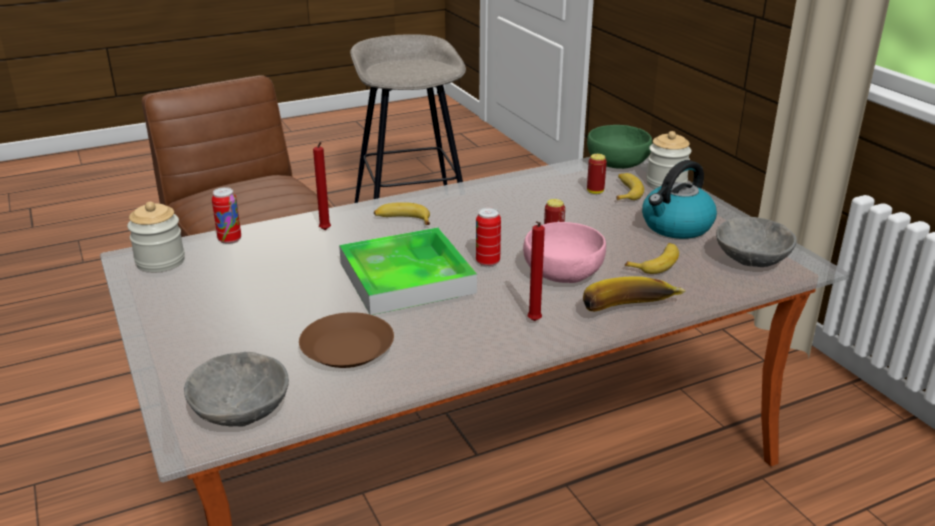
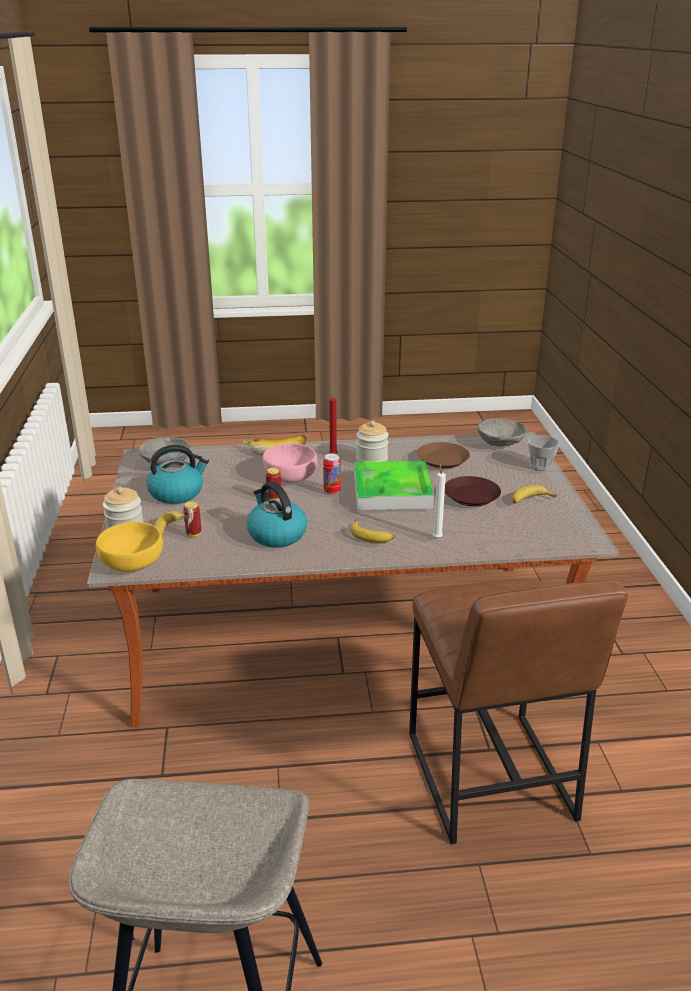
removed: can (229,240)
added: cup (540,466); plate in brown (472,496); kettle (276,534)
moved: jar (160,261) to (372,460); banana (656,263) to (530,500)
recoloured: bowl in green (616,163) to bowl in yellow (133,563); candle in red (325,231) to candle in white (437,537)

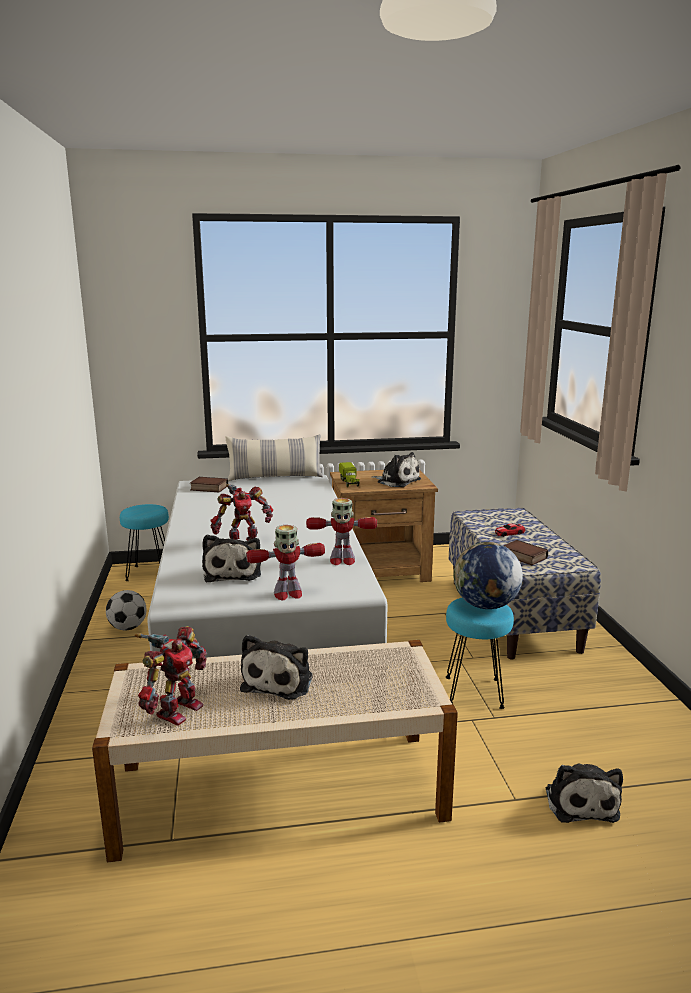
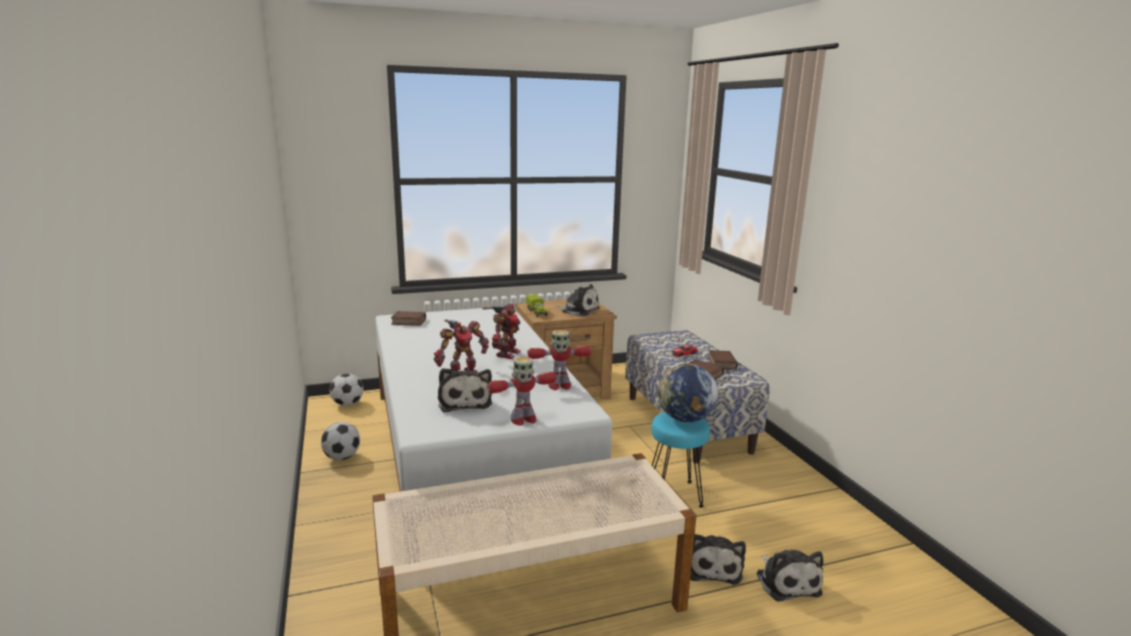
removed: pillow (275,477)
added: book (720,363)
moved: toy robot (176,710) to (506,353); plush toy (280,681) to (712,567)
replaced: stool in turquoise (149,573) to football (347,404)

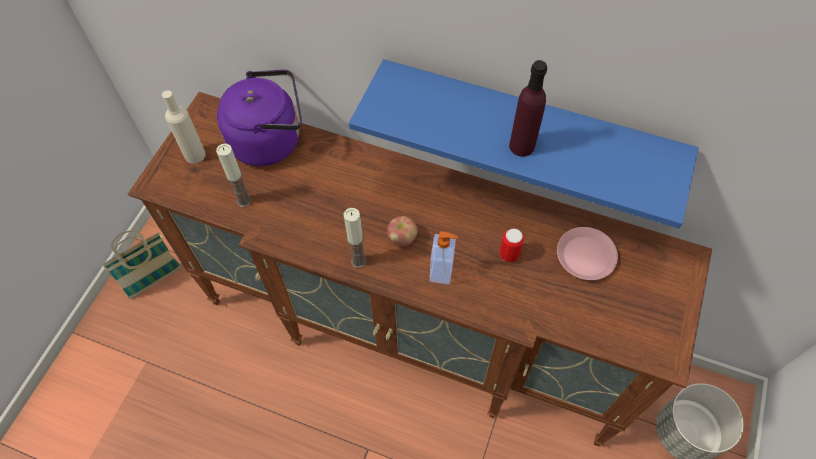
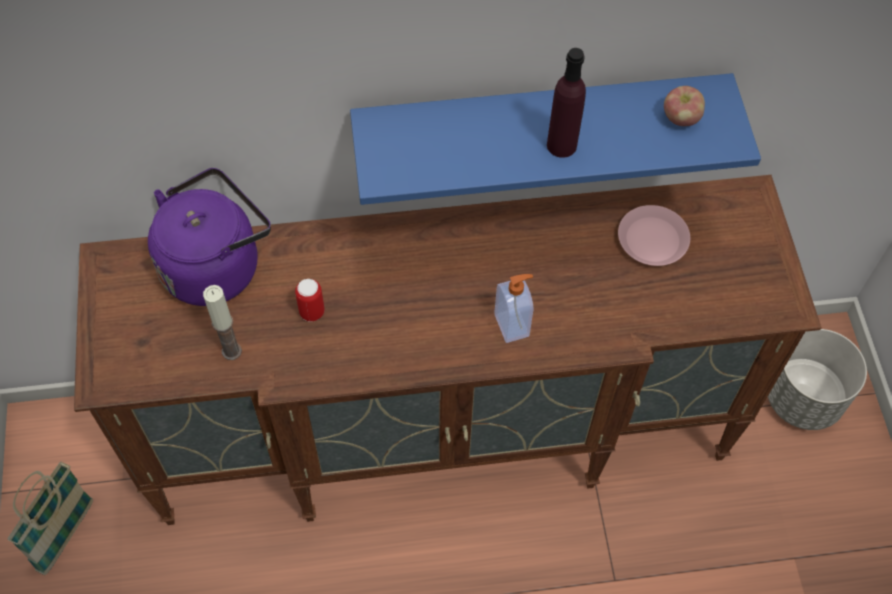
removed: bottle in beige (195,155); candle (358,261)
moved: apple (402,238) to (681,118); can (509,254) to (312,312)

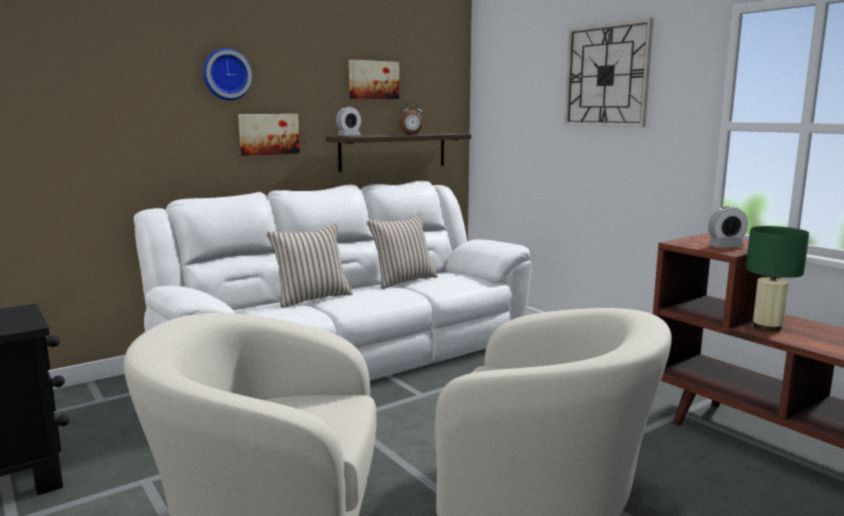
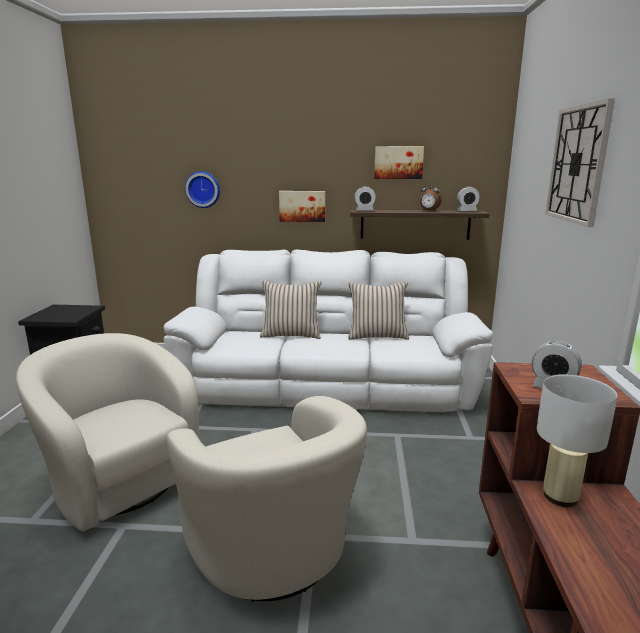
added: alarm clock (467,211)
moved: wall clock (226,74) to (203,189)
recoloured: table lamp in green (767,327) to table lamp in white (560,496)

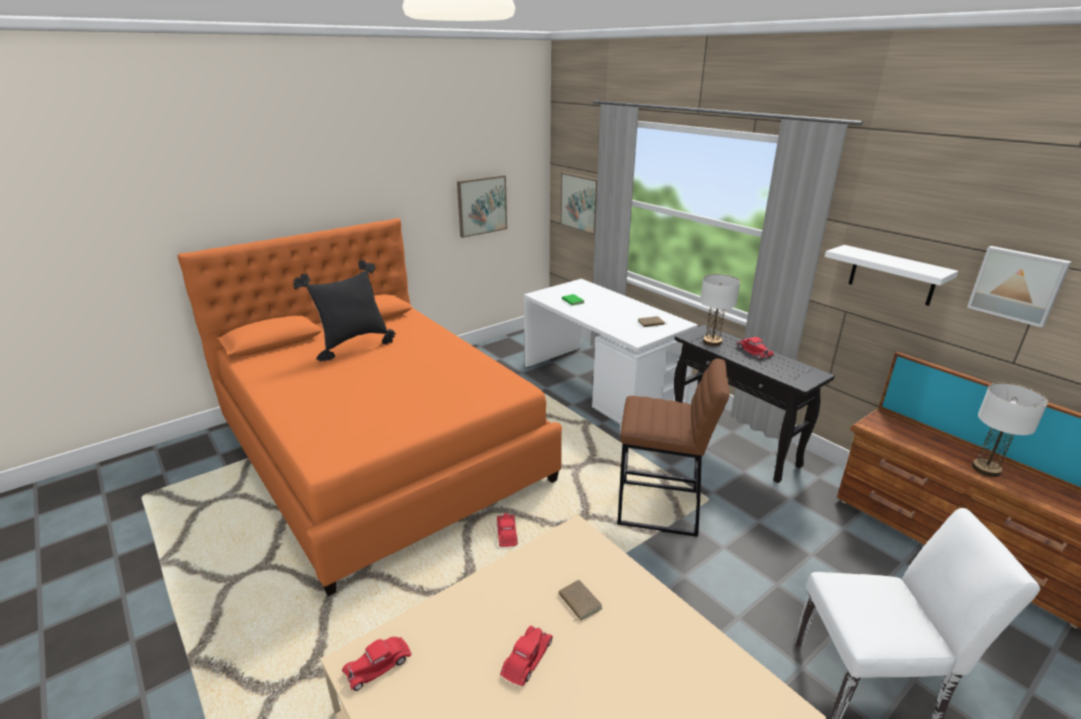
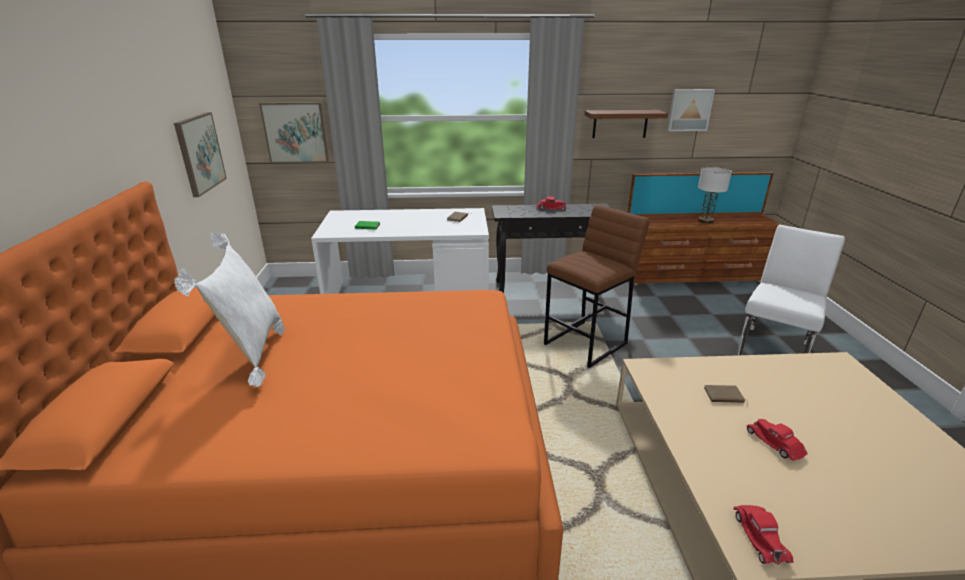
removed: table lamp (712,342); toy car in red (507,533)
recoloured: shelf in white (892,275) to shelf in brown (620,124); pillow in black (352,348) to pillow in white (250,359)

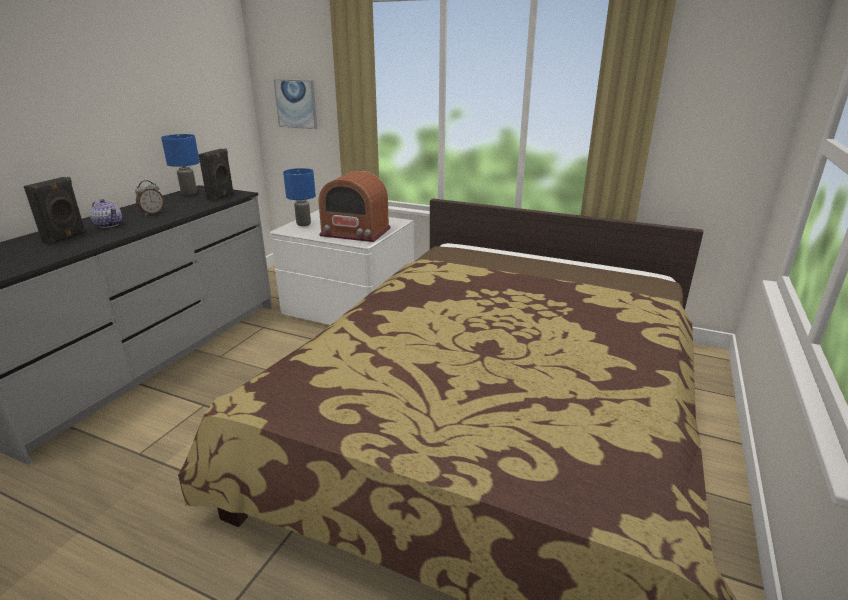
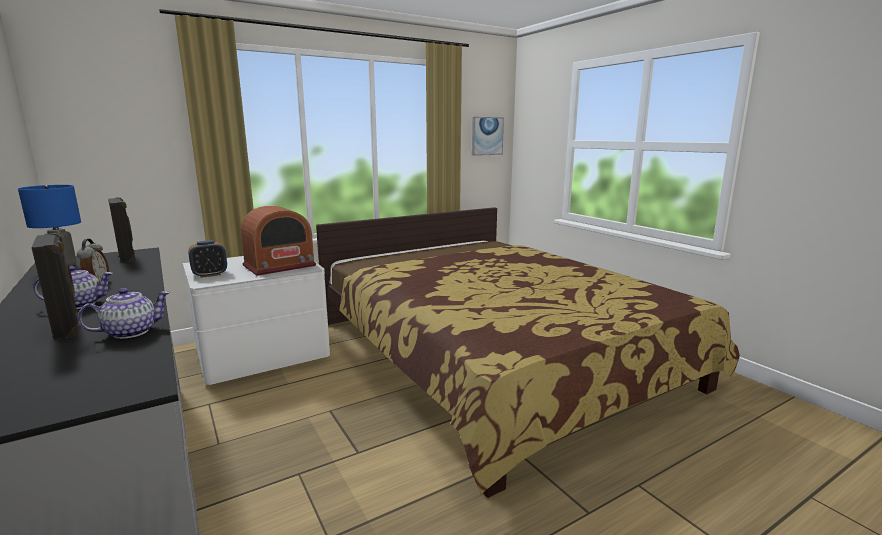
added: teapot (130,332)
moved: picture (296,104) to (487,136)
replaced: table lamp in blue (304,224) to alarm clock (210,274)

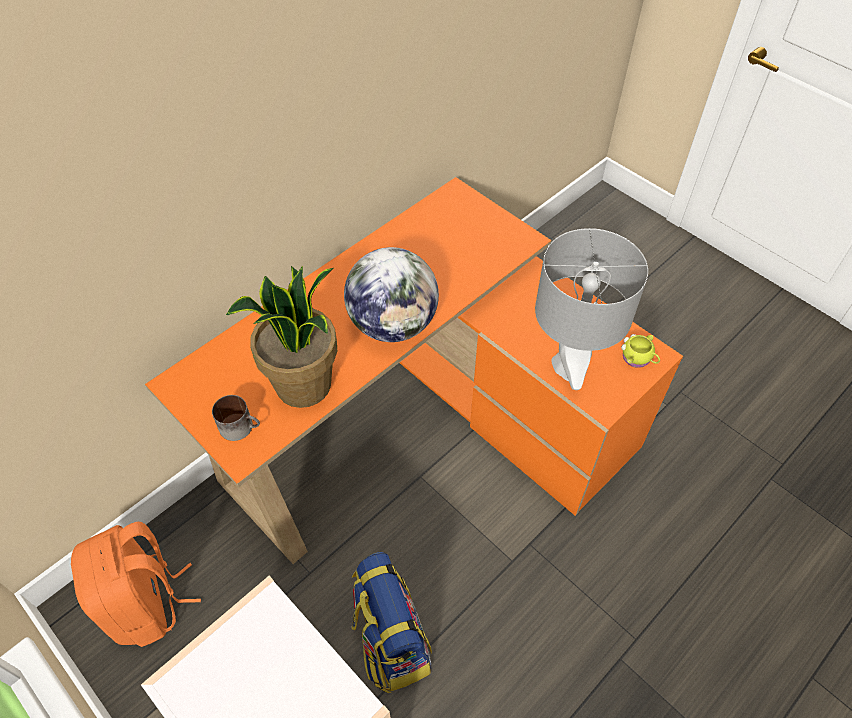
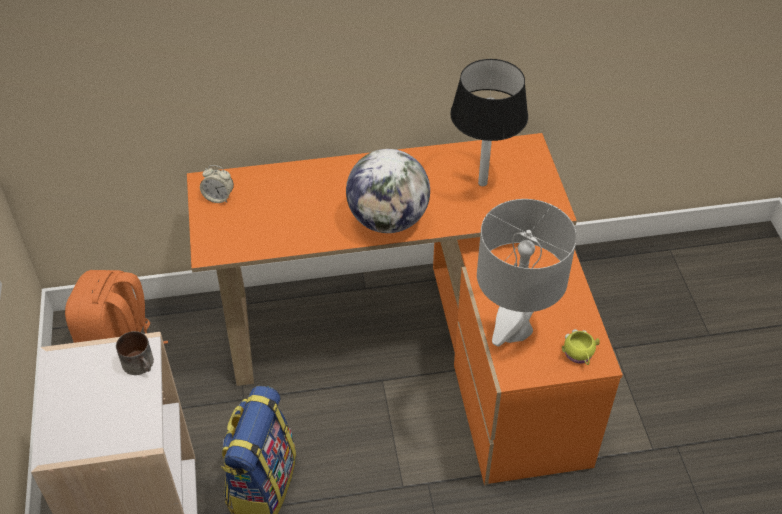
removed: potted plant (304,386)
added: table lamp in black (482,183); alarm clock (218,197)
moved: mug (241,426) to (141,364)

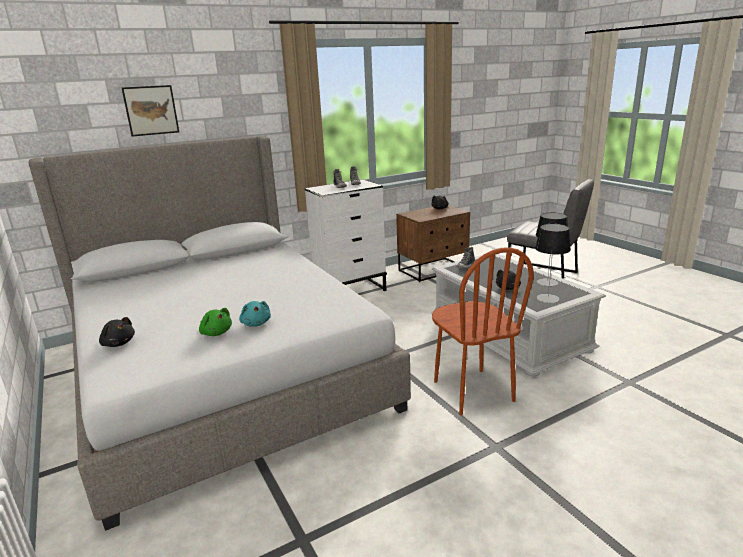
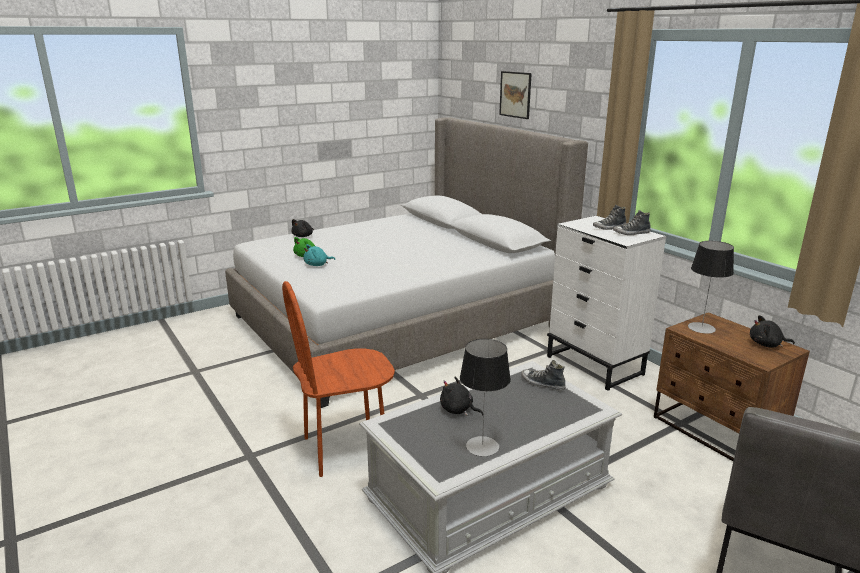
moved: table lamp (548,298) to (701,328)

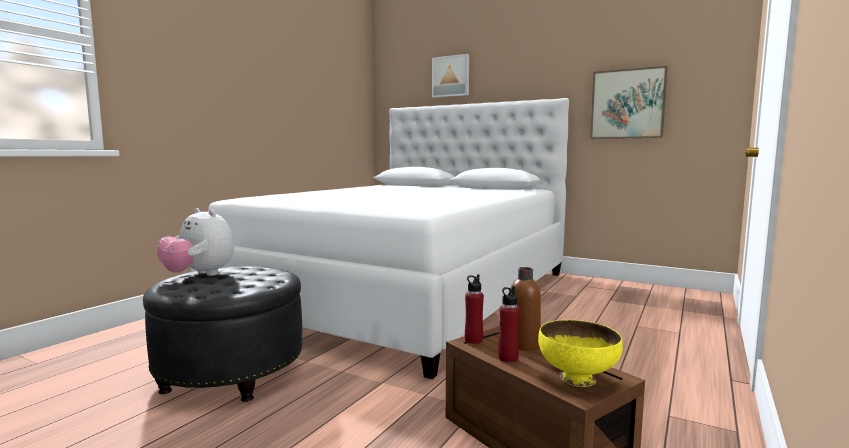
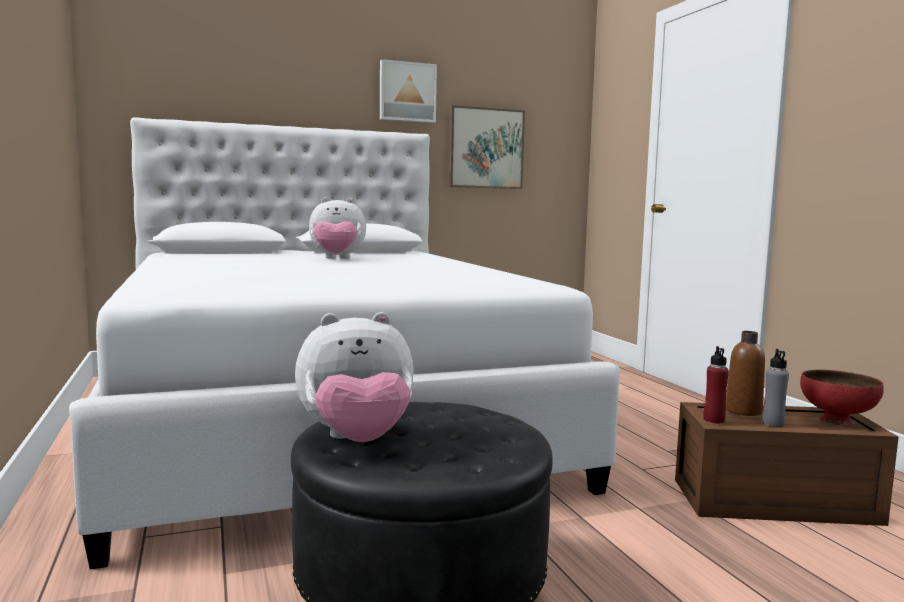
added: plush toy (337,258)
moved: picture (451,76) to (407,92)
recoloured: bottle in red (508,358) to bottle in grey (773,423); bowl in yellow (576,379) to bowl in red (837,421)

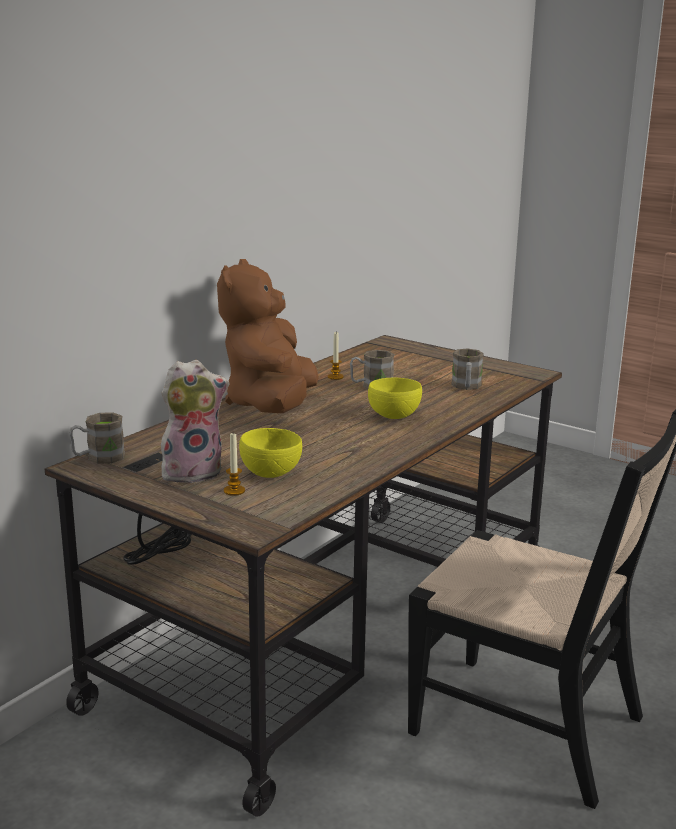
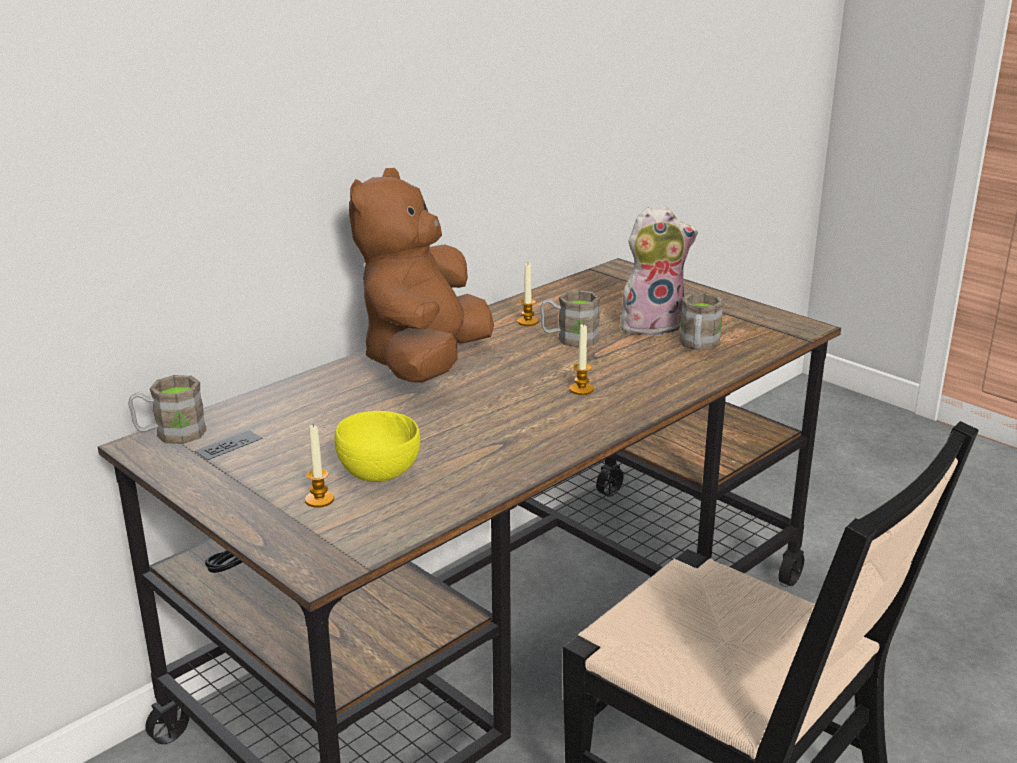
moved: plush toy (193,472) to (652,325)
replaced: bowl in yellow (394,416) to candle (581,389)

